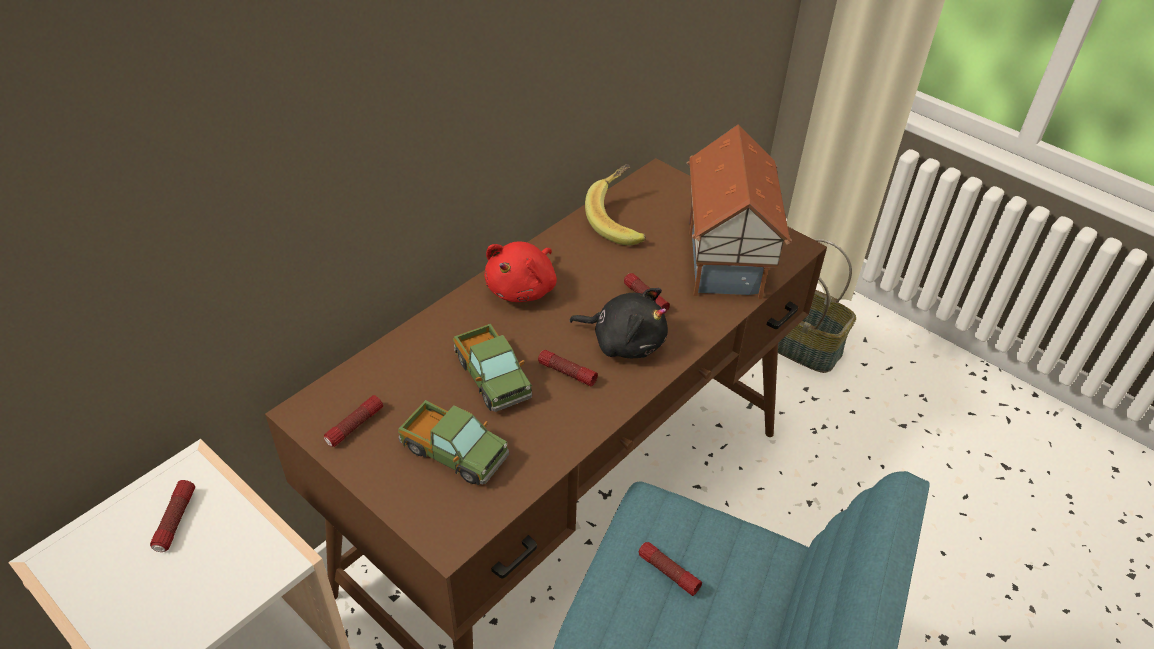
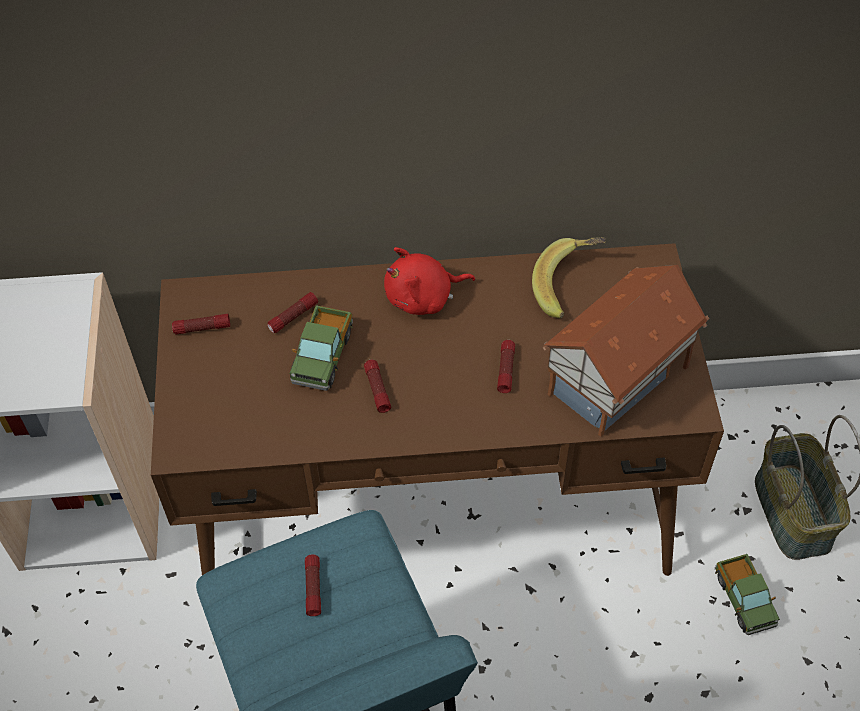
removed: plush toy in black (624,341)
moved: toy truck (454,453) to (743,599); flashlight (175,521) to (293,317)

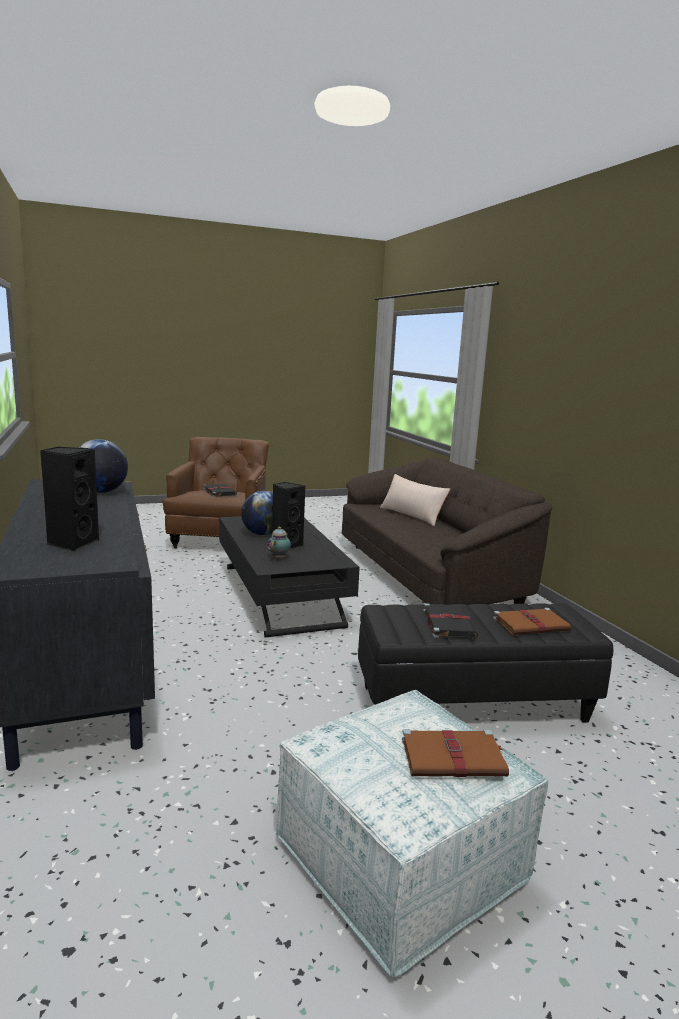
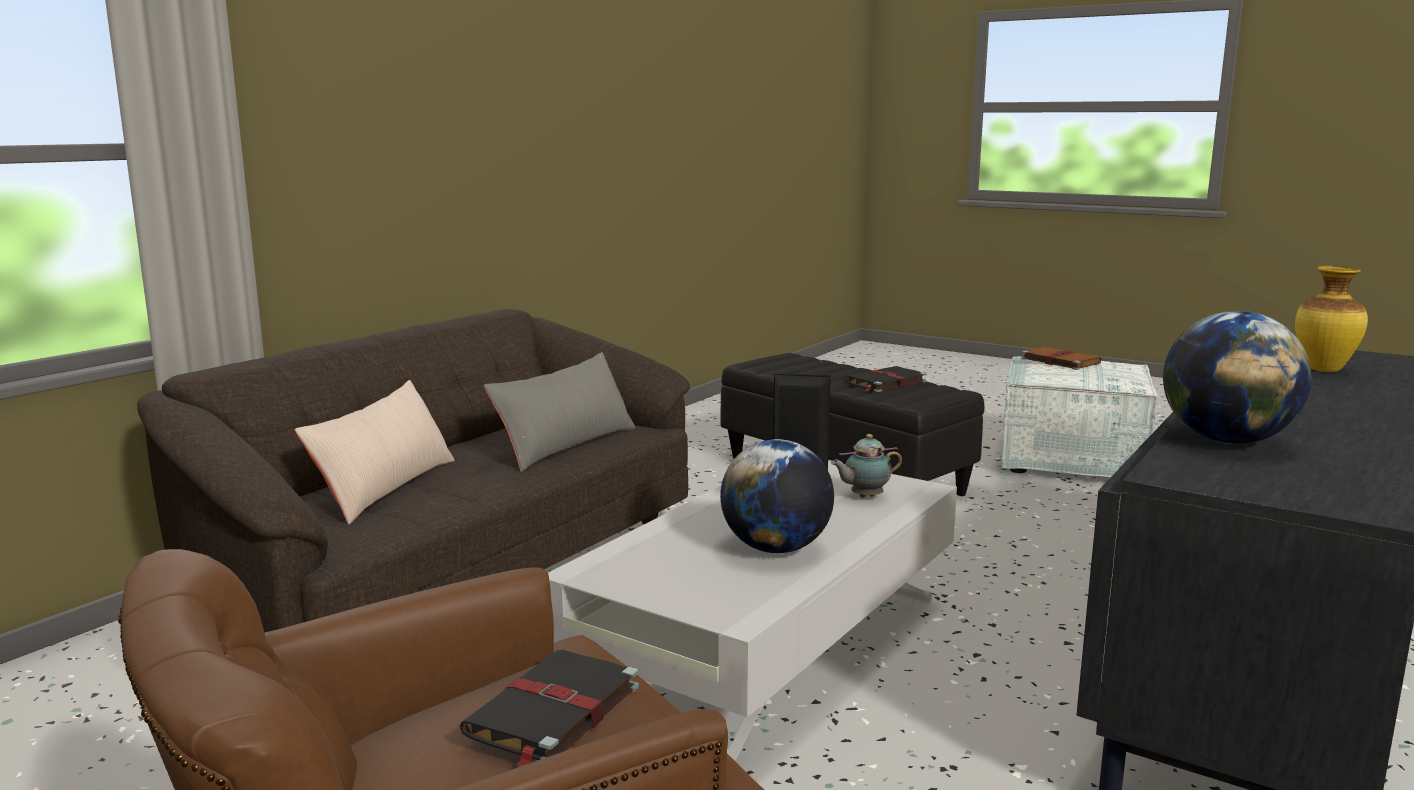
removed: book in brown (532,624)
added: pillow in grey (565,445)
replaced: speaker in black (72,543) to vase (1323,370)
recoloured: coffee table in black (280,595) to coffee table in white (770,654)

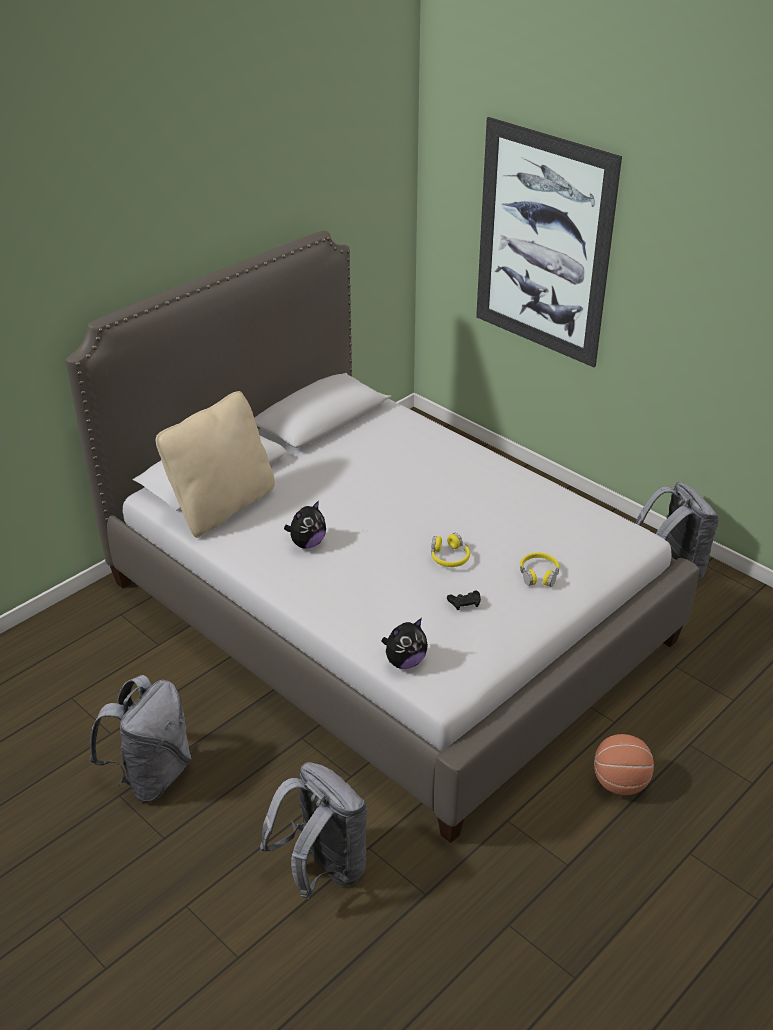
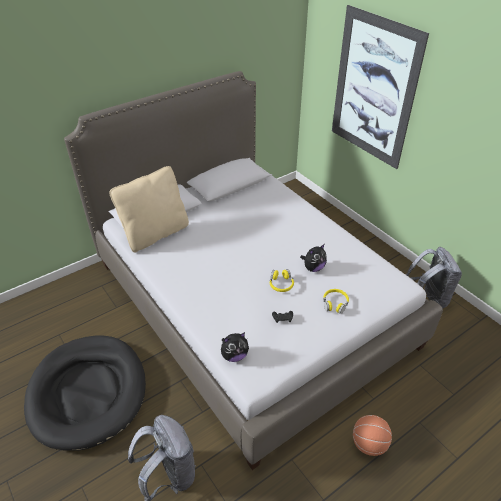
moved: plush toy (307,543) to (313,268)
replaced: backpack in grey (151,776) to dog bed in black (87,392)

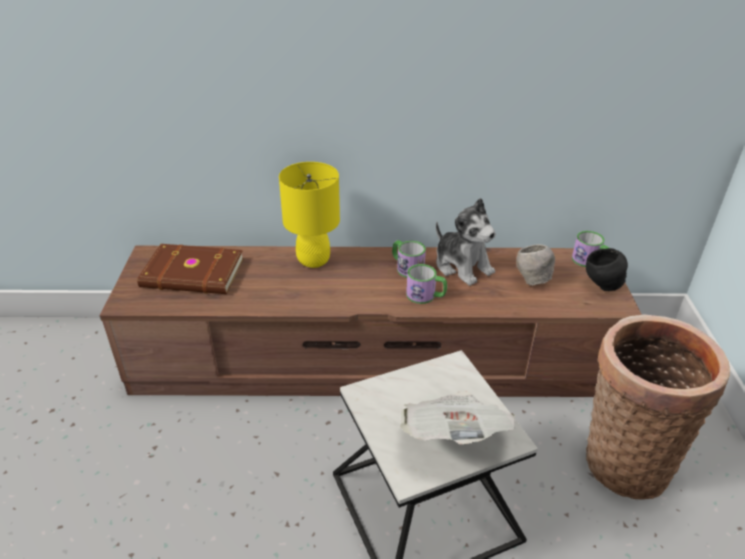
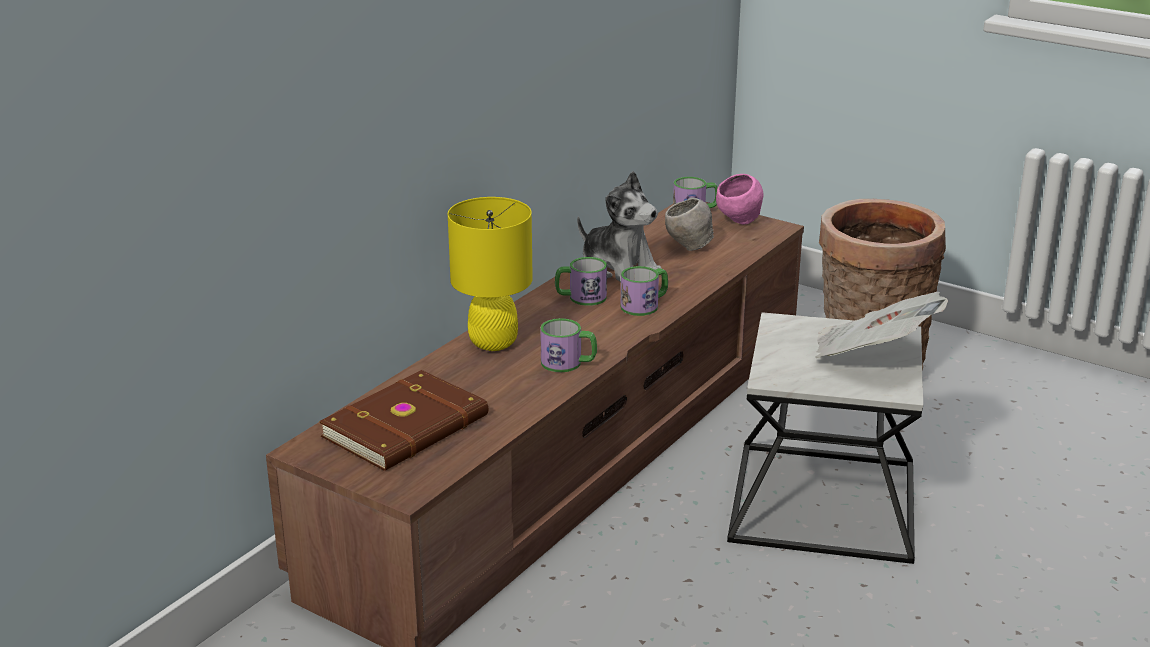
added: mug (568,363)
recoloured: bowl in black (602,286) to bowl in pink (739,222)
turned: plush toy (462,266) = (619,269) 45 degrees clockwise

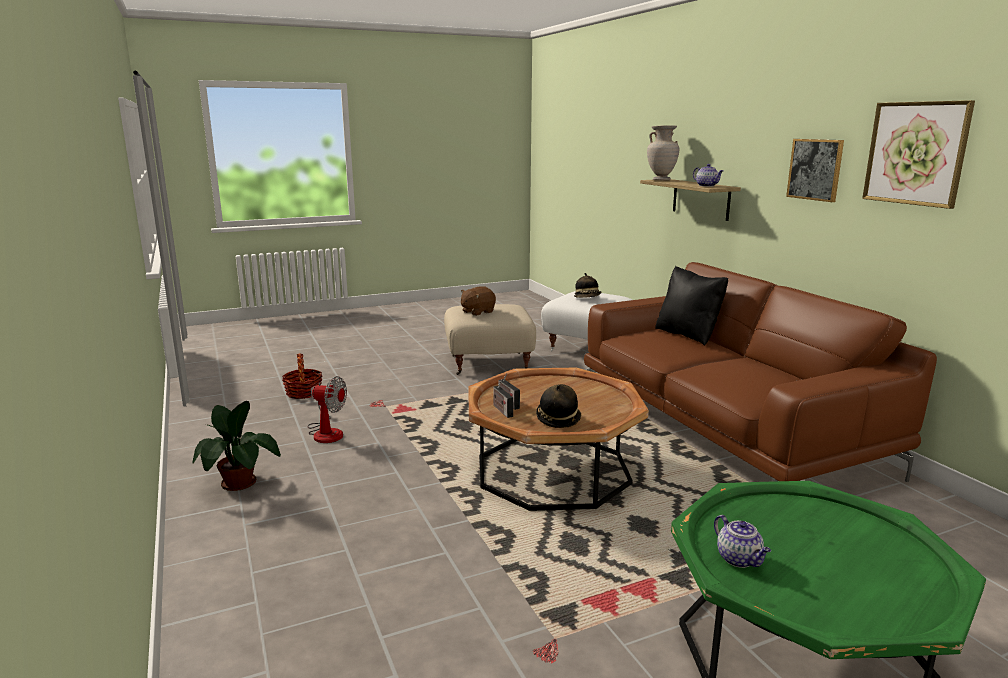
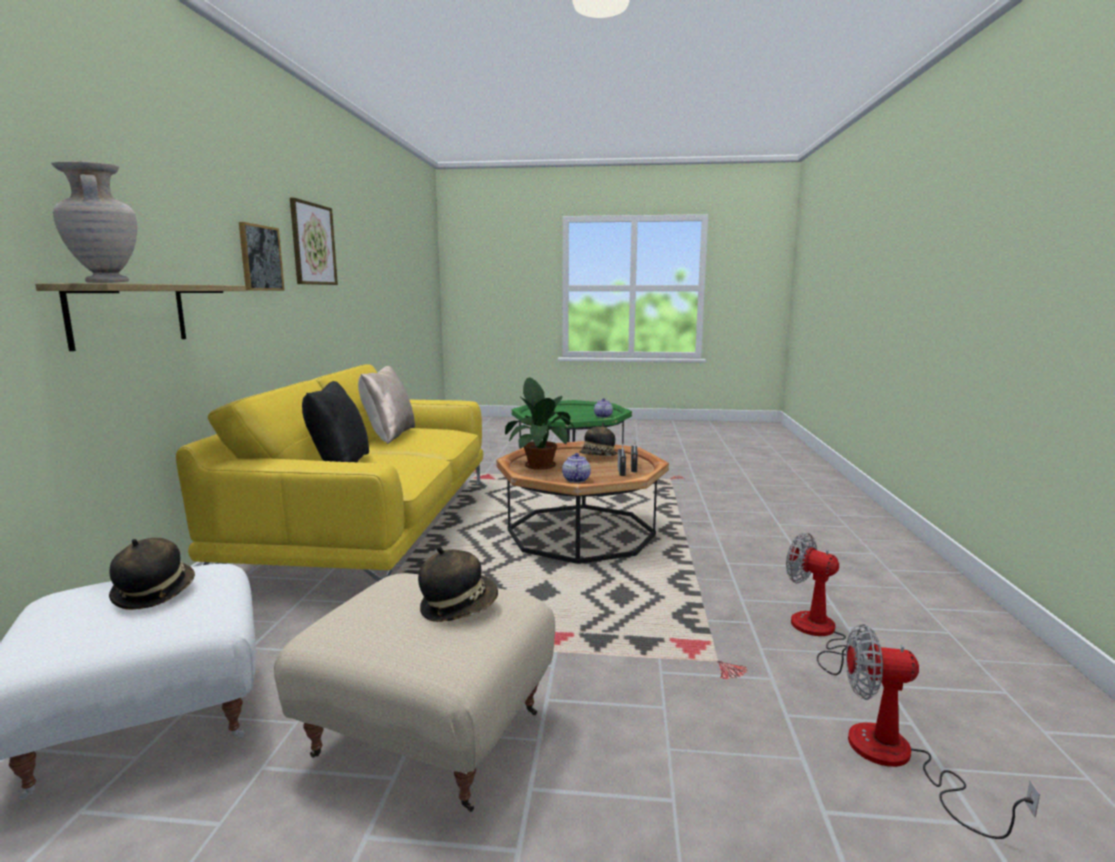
added: pillow in beige (389,435)
moved: teapot (707,186) to (575,480); potted plant (239,483) to (540,464)
replaced: plush toy in brown (477,312) to hat (458,607); basket (303,393) to fan (899,760)
recoloured: sofa in brown (723,428) to sofa in yellow (374,528)

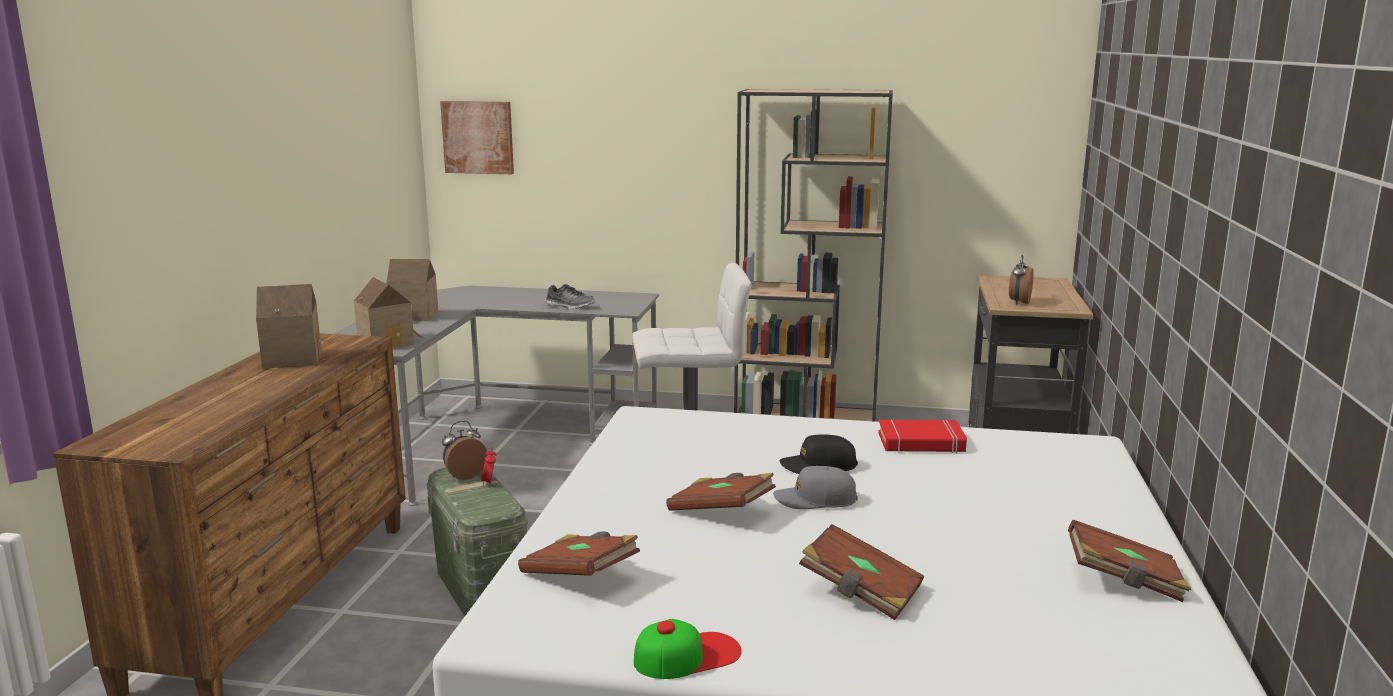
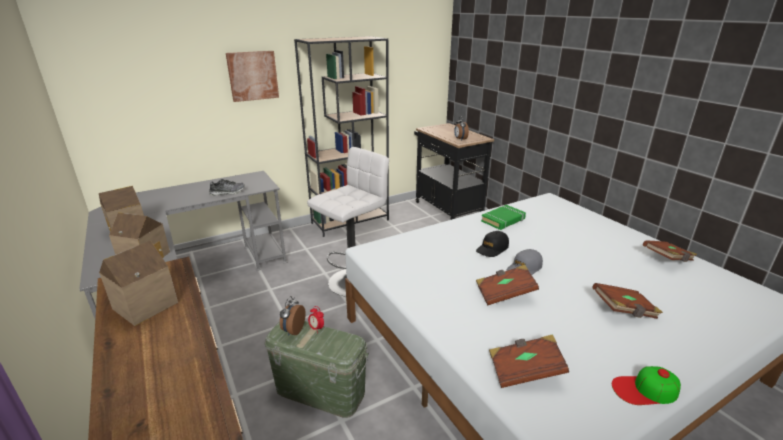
moved: picture (478,137) to (253,76)
recoloured: book in red (921,443) to book in green (503,220)
turned: cap (687,655) = (645,390) 120 degrees counterclockwise

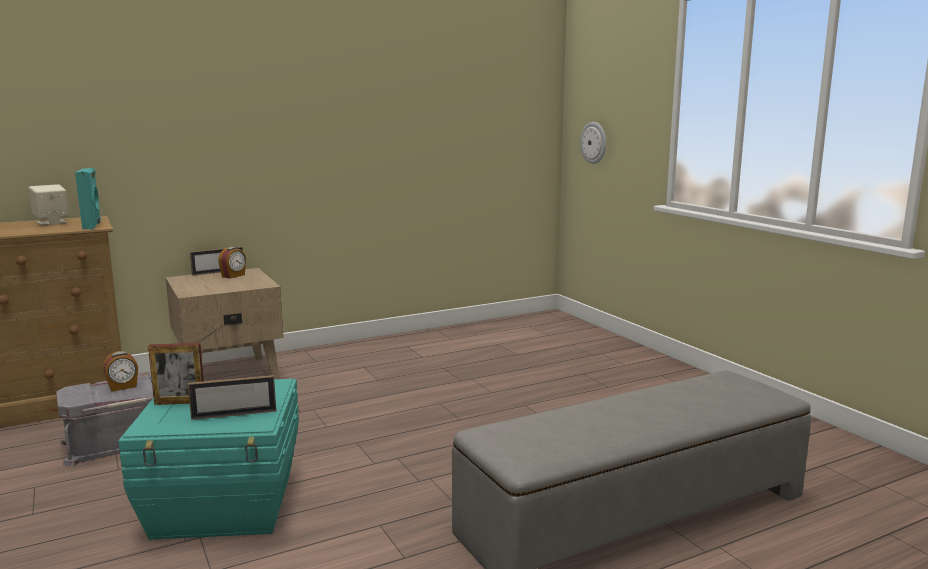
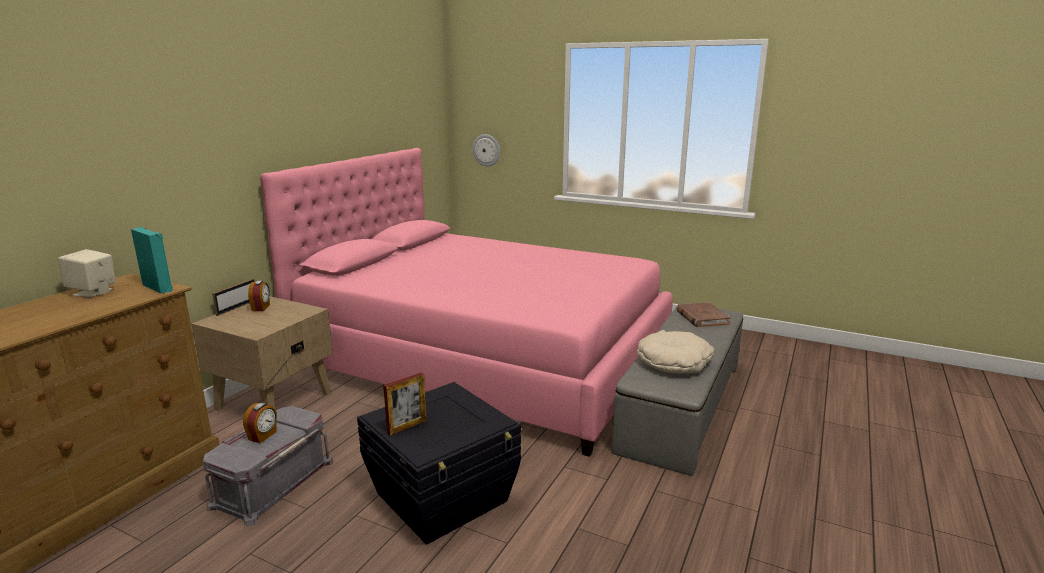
removed: picture frame (234,415)
added: bed in pink (483,358); book in brown (702,317); pillow in beige (672,362)
recoloured: storage box in turquoise (225,505) to storage box in black (443,497)

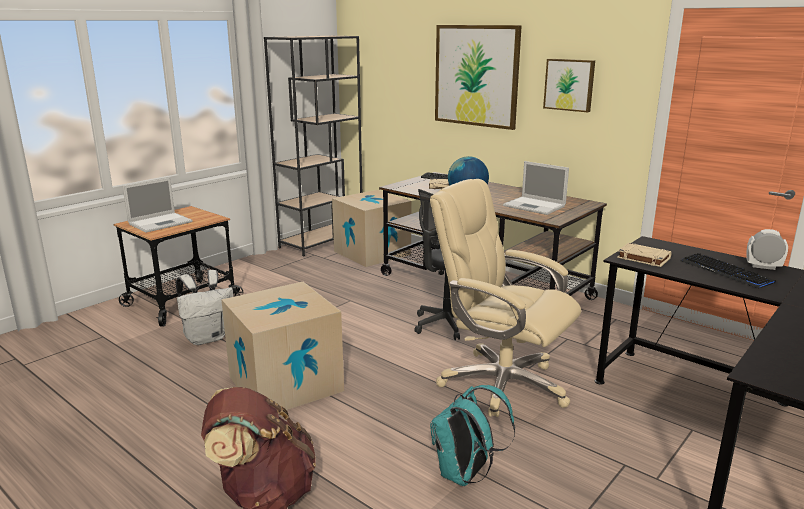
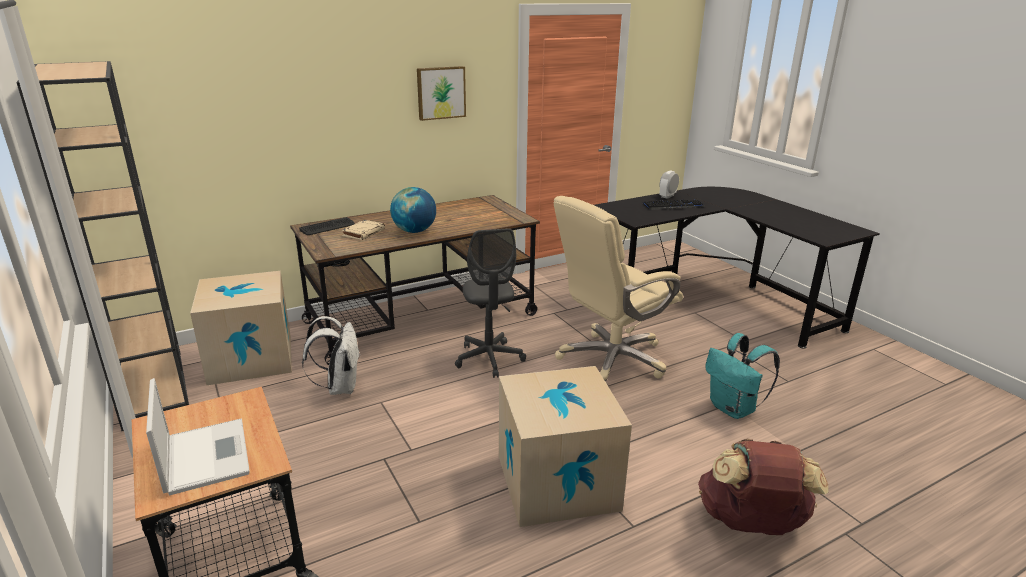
removed: picture (476,76); laptop (535,206); book in beige (643,258)
moved: backpack in white (207,338) to (340,387)

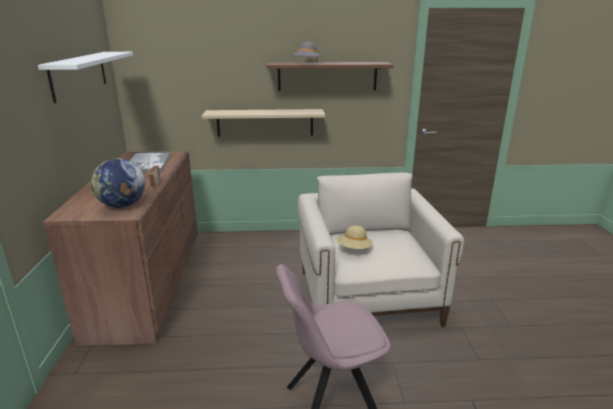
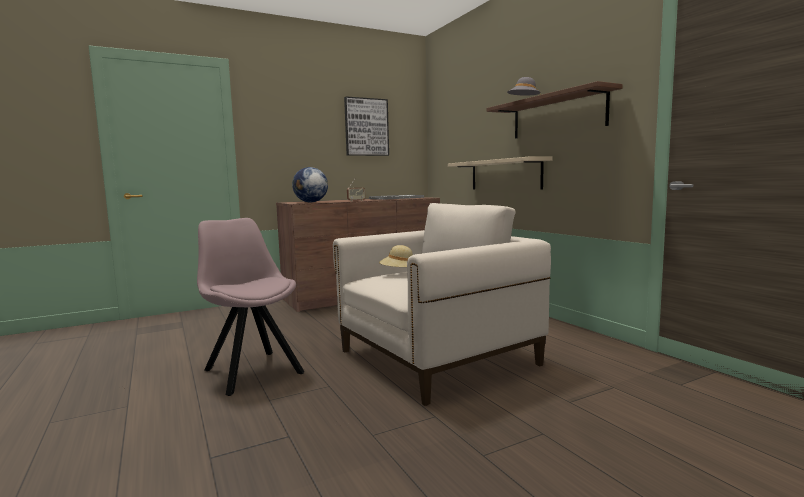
replaced: shelf in white (79,75) to picture (366,127)

